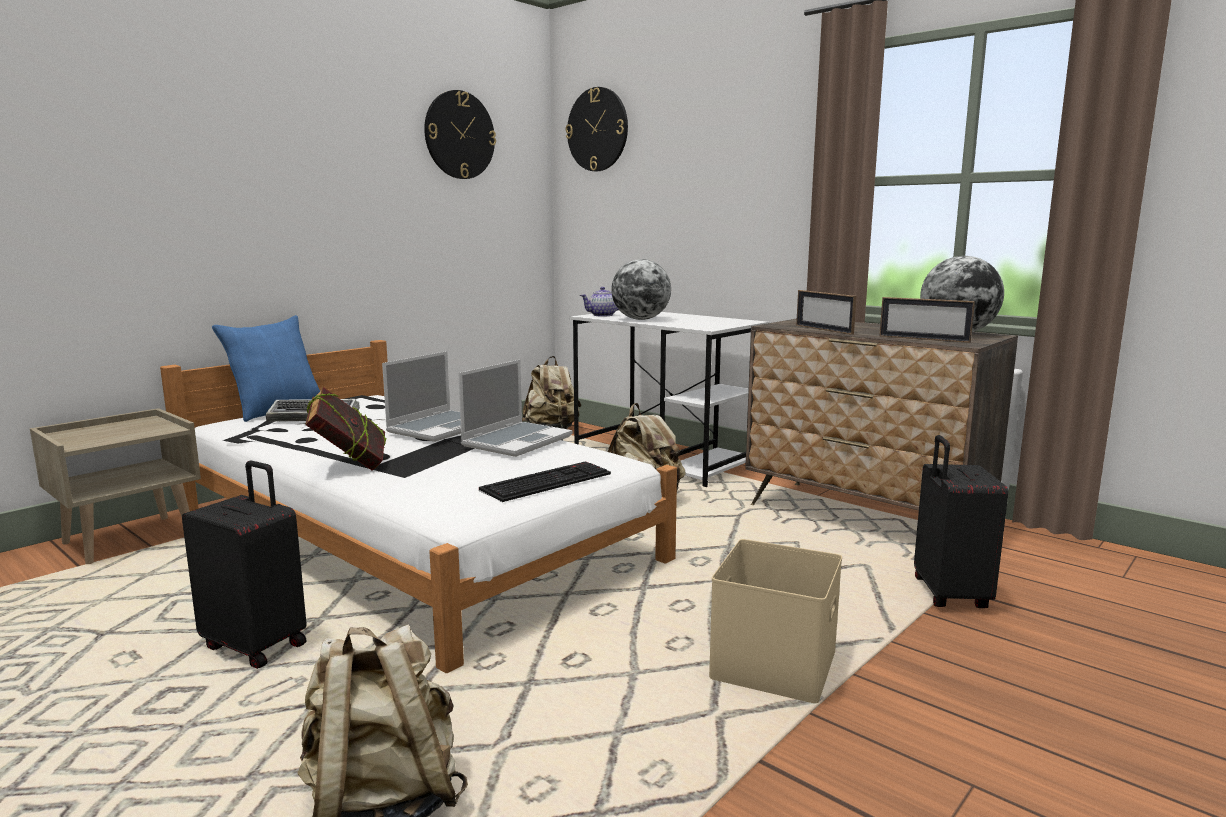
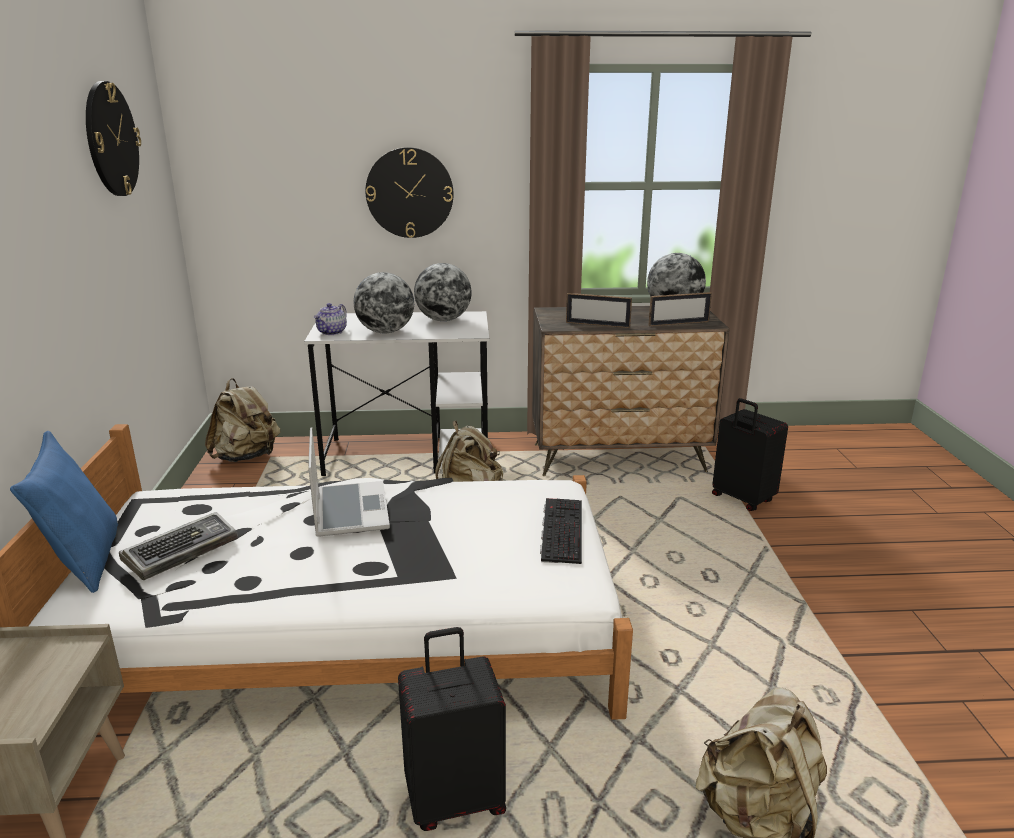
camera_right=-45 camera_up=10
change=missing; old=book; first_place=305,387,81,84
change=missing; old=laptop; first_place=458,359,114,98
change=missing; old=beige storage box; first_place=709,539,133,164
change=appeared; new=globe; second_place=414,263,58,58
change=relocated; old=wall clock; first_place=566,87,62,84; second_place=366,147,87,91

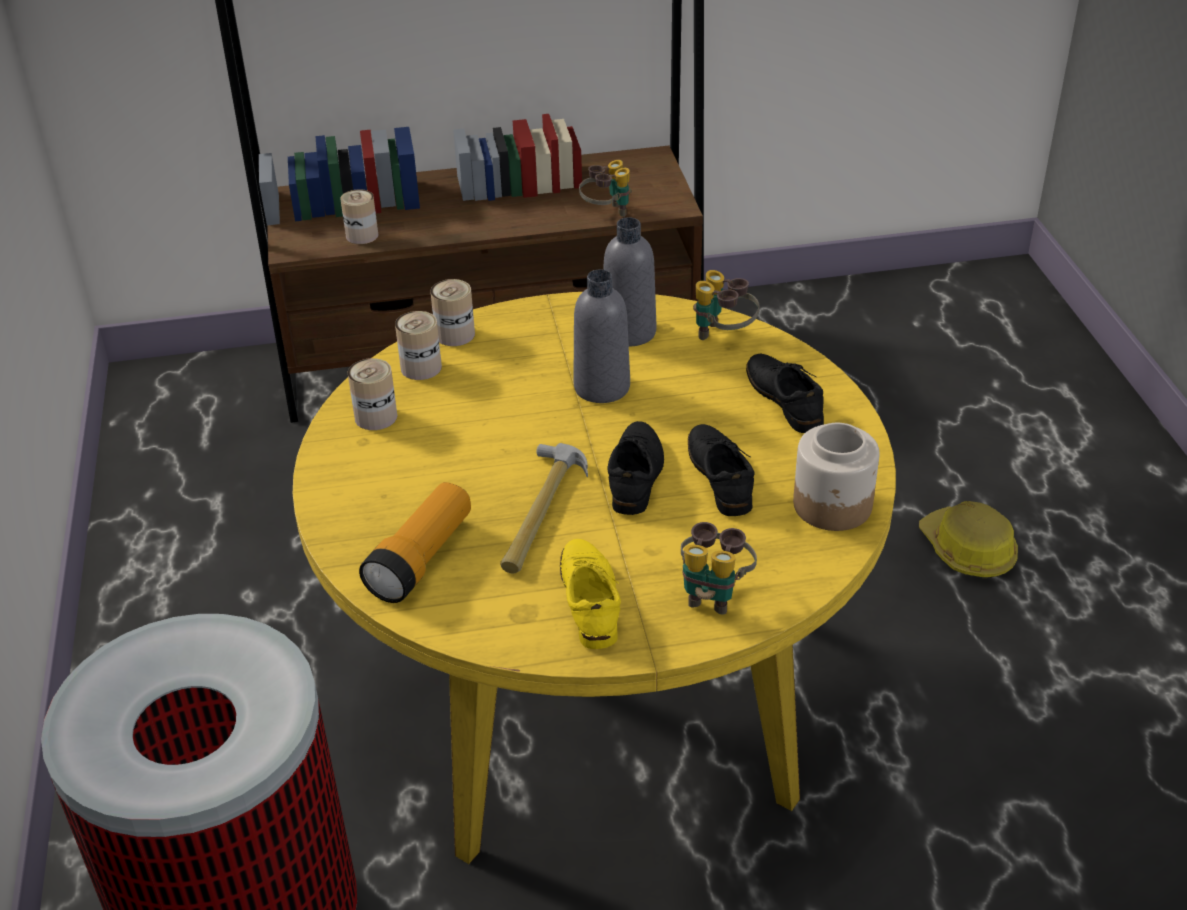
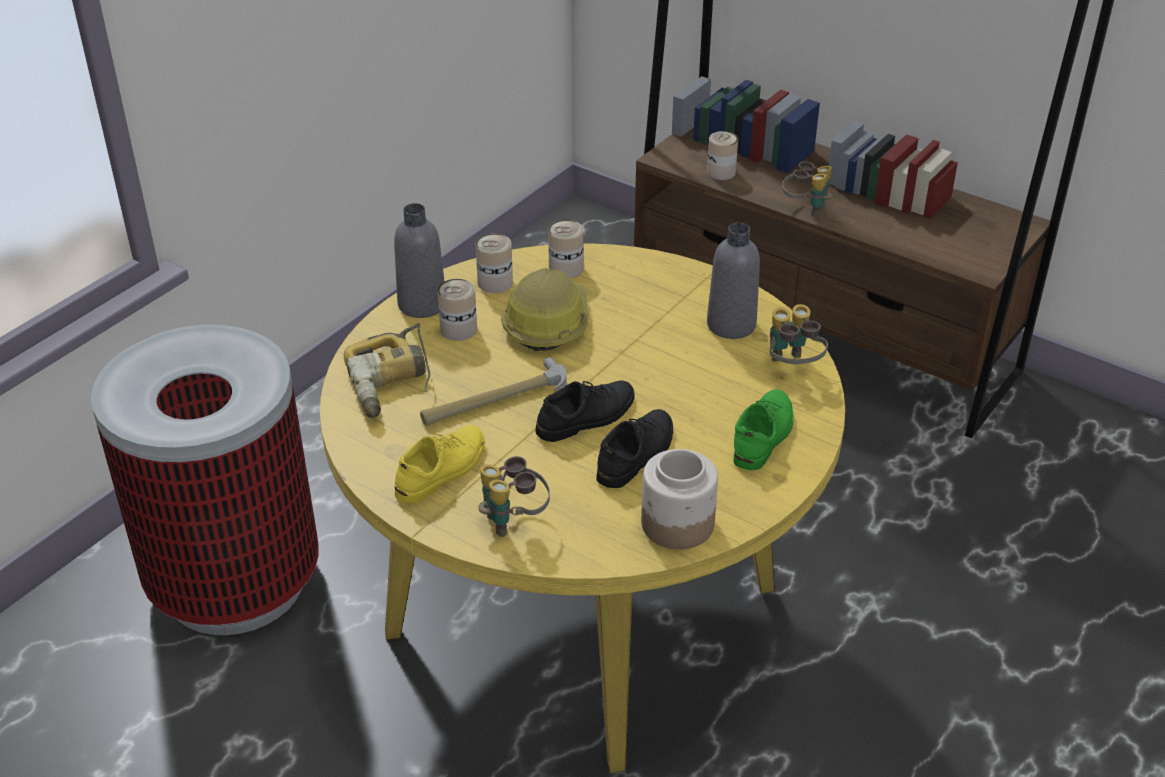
camera_right=45 camera_up=0
change=relocated; old=can; first_place=430,279,45,67; second_place=437,279,40,62
change=relocated; old=grey bottle; first_place=573,269,57,134; second_place=394,203,50,115
change=relocated; old=binoculars; first_place=579,160,53,57; second_place=782,161,50,57
change=relocated; old=hard hat; first_place=919,501,99,77; second_place=501,268,88,83
change=exchanged; old=flashlight; new=power drill; first_place=359,482,112,121; second_place=344,323,86,95
change=colour; old=black shoe; new=green shoe; first_place=746,354,78,79; second_place=733,389,60,81

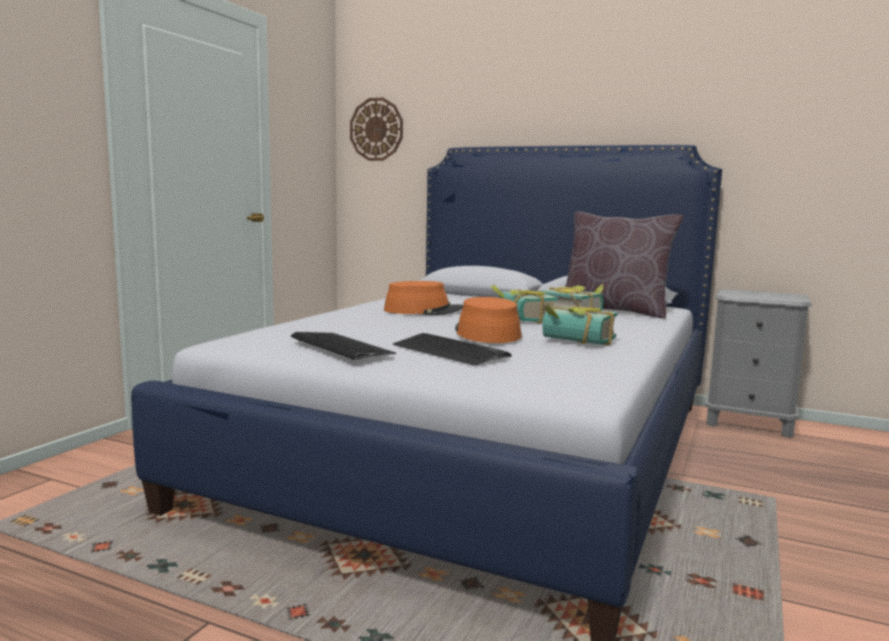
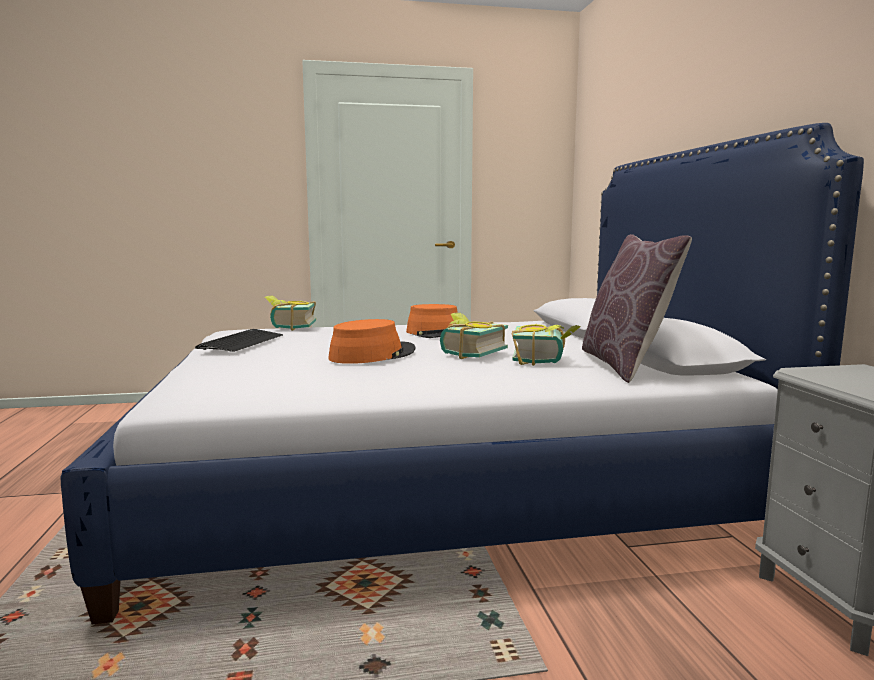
camera_right=55 camera_up=0
change=missing; old=wall clock; first_place=350,98,53,63
change=missing; old=keyboard; first_place=393,333,119,33
change=relocated; old=book; first_place=542,304,76,41; second_place=265,295,51,36

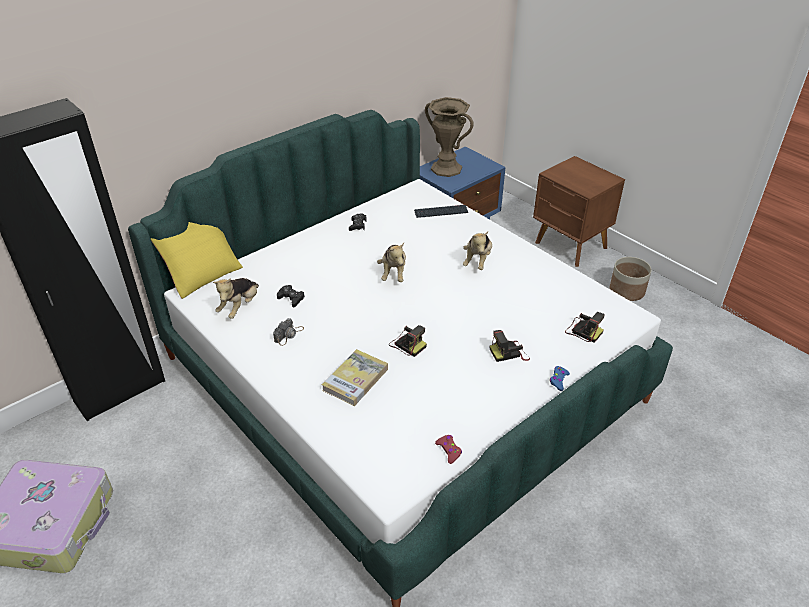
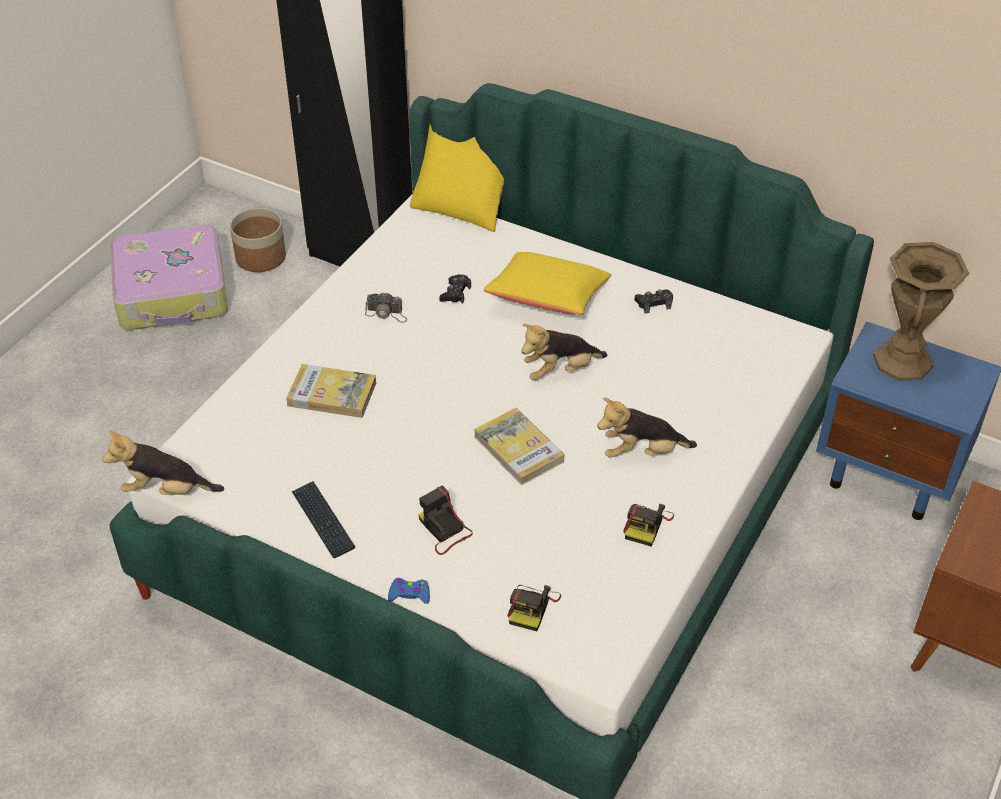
camera_right=70 camera_up=5
change=missing; old=red game controller; first_place=435,435,27,29
change=appeared; new=book; second_place=474,408,90,77
change=appeared; new=yellow pillow; second_place=484,252,127,63
change=relocated; old=plush toy; first_place=213,278,46,41; second_place=103,431,121,64
change=relocated; old=photo camera; first_place=389,325,38,32; second_place=623,504,51,42
change=relocated; old=keyboard; first_place=414,205,54,13; second_place=292,481,63,77
change=relocated; old=planter; first_place=610,257,42,44; second_place=230,208,56,64

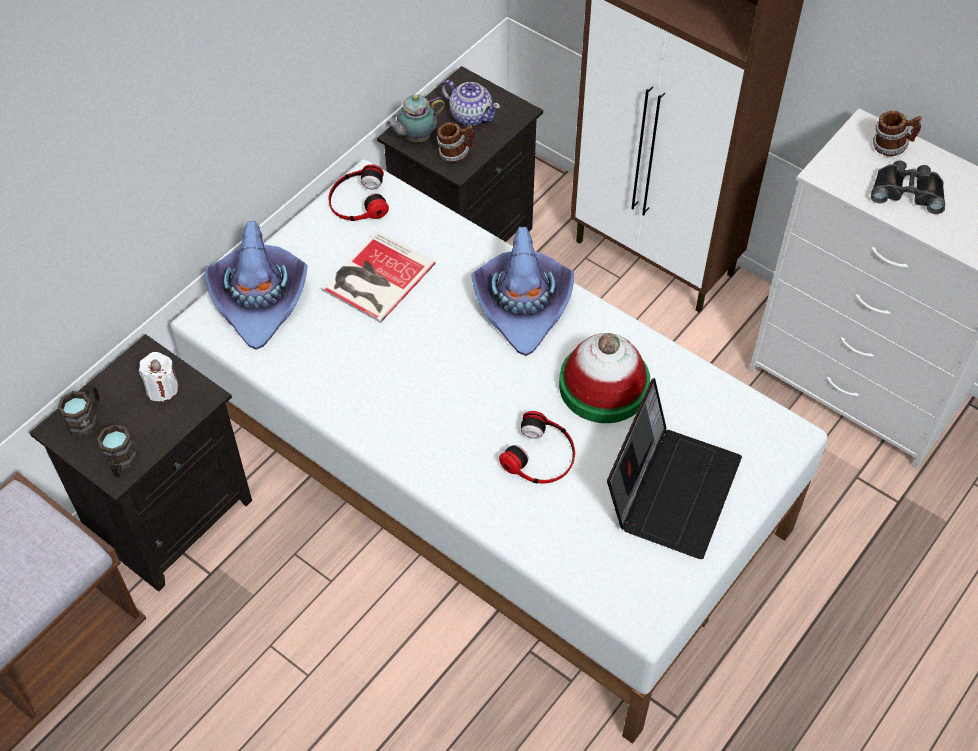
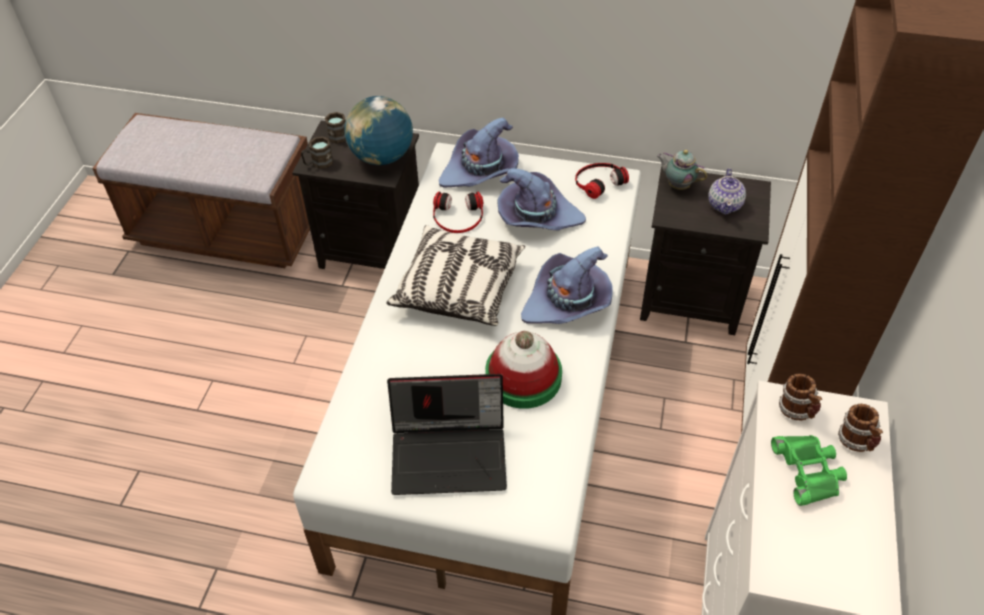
camera_right=65 camera_up=-5
change=appeared; new=pillow; second_place=386,225,139,101
change=relocated; old=mug; first_place=436,122,39,41; second_place=779,374,43,46
change=relocated; old=headphones; first_place=499,411,76,72; second_place=433,192,51,41
change=exchanged; old=white candle; new=globe; first_place=138,352,41,50; second_place=344,96,69,69
change=exchanged; old=book; new=purple hat; first_place=321,231,115,92; second_place=497,169,89,62
change=colour; old=black binoculars; new=green binoculars; first_place=871,160,74,54; second_place=771,435,76,71

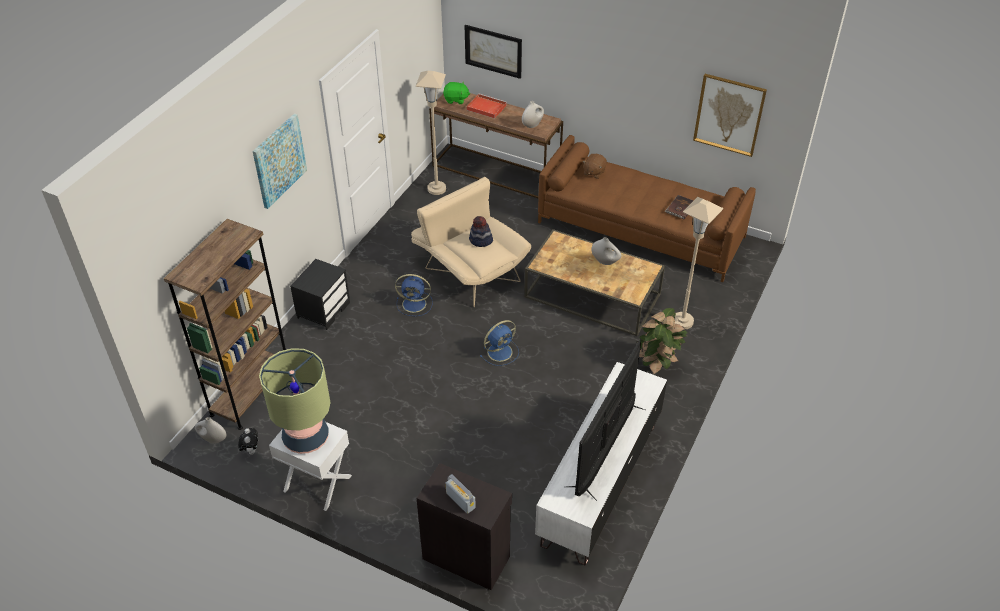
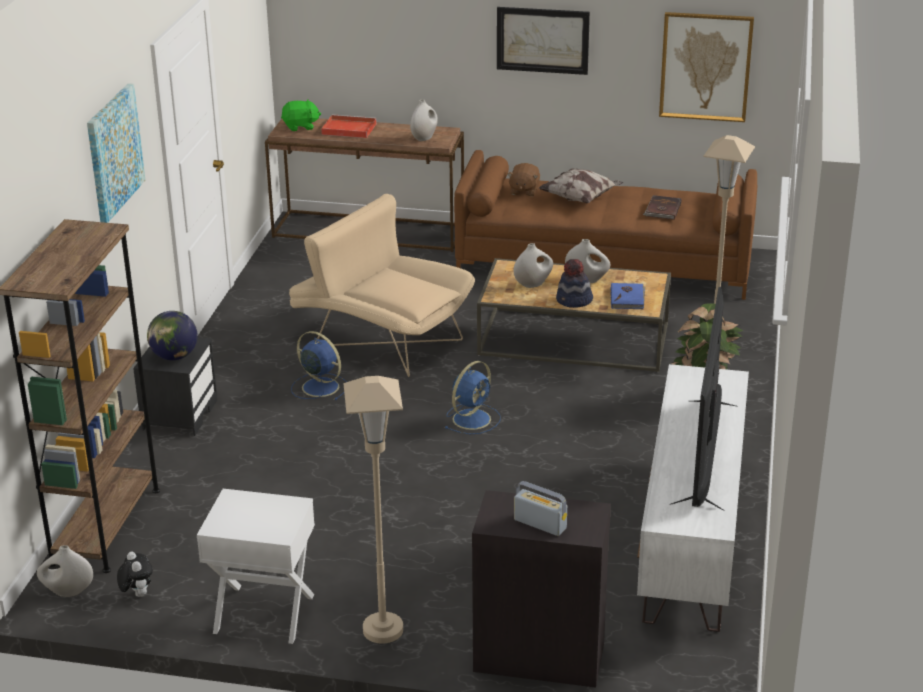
camera_right=-15 camera_up=-15
change=missing; old=table lamp; first_place=259,348,72,106
change=appeared; new=globe; second_place=147,311,51,49
change=appeared; new=white vase; second_place=514,243,39,45
change=appeared; new=pillow; second_place=539,168,84,36
change=appeared; new=blue book; second_place=611,283,34,26
change=relocated; old=beige floor lamp; first_place=416,71,30,124; second_place=344,376,59,268
change=relocated; old=picture; first_place=465,25,57,54; second_place=497,7,93,68
change=relocated; old=hat; first_place=469,216,24,31; second_place=556,259,37,49
change=spun; old=blue fan; first_place=395,274,38,42; second_place=291,331,56,69; degrees=-135

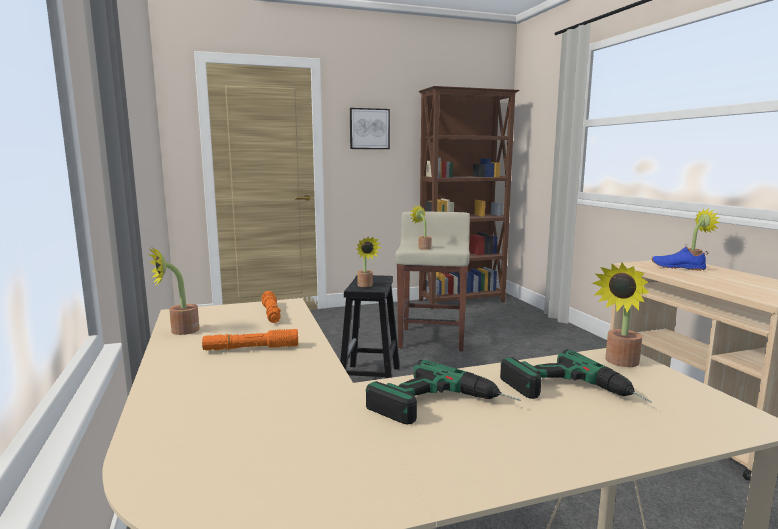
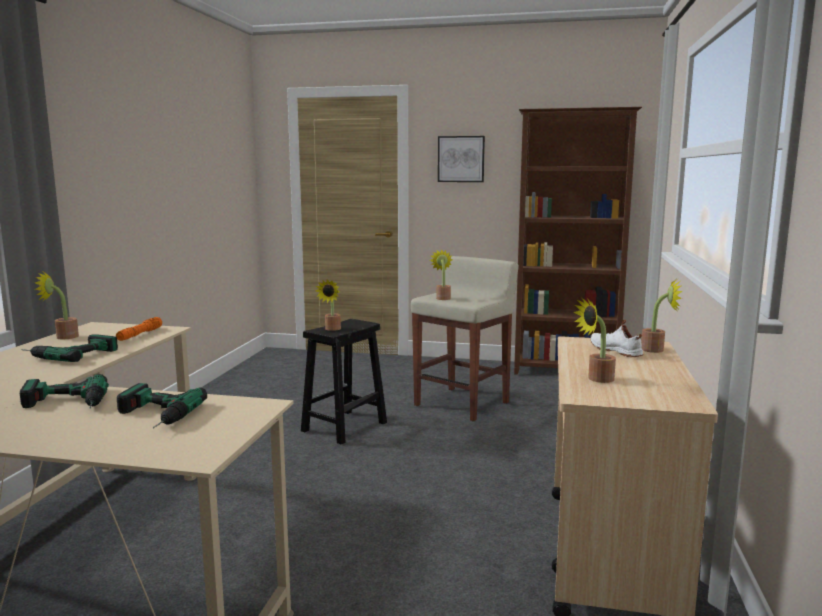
camera_right=30 camera_up=0
change=relocated; old=potted plant; first_place=592,263,57,104; second_place=574,297,42,86
change=exchanged; old=orange flashlight; new=power drill; first_place=202,329,96,21; second_place=21,334,97,28
change=colour; old=blue shoe; new=white shoe; first_place=652,242,56,29; second_place=590,320,53,37

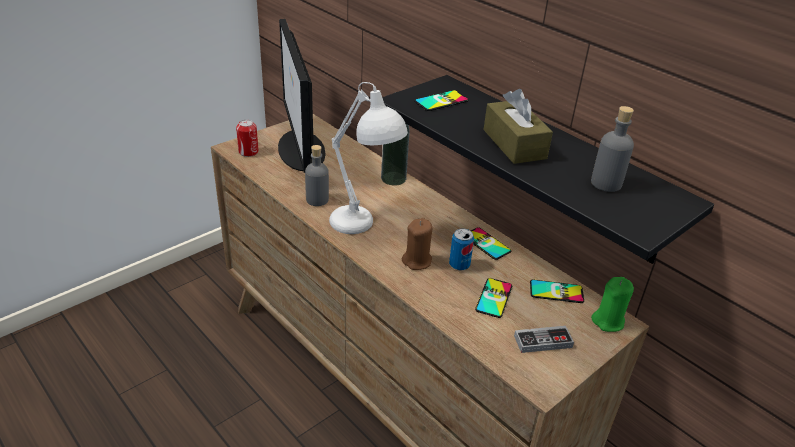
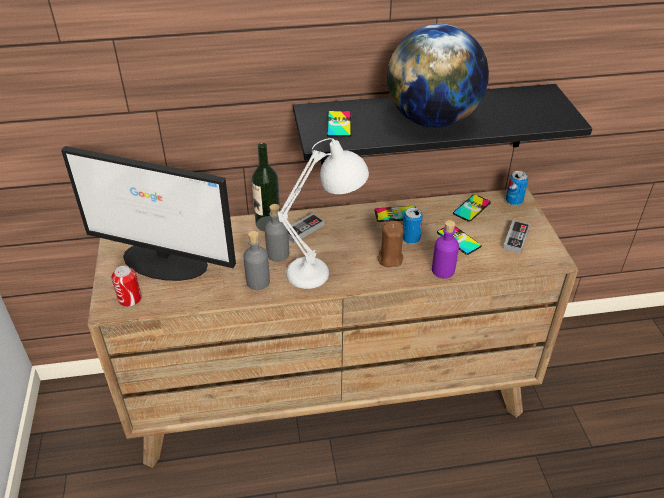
camera_right=-55 camera_up=5
change=appeared; new=game controller; second_place=288,213,36,30
change=appeared; new=purple bottle; second_place=432,220,27,59
change=relocated; old=grey bottle; first_place=591,106,43,86; second_place=265,204,24,58
change=exchanged; old=brown tissue box; new=globe; first_place=483,89,70,75; second_place=387,24,102,104
change=exchanged; old=green candle; new=can; first_place=591,277,43,55; second_place=506,171,22,35

